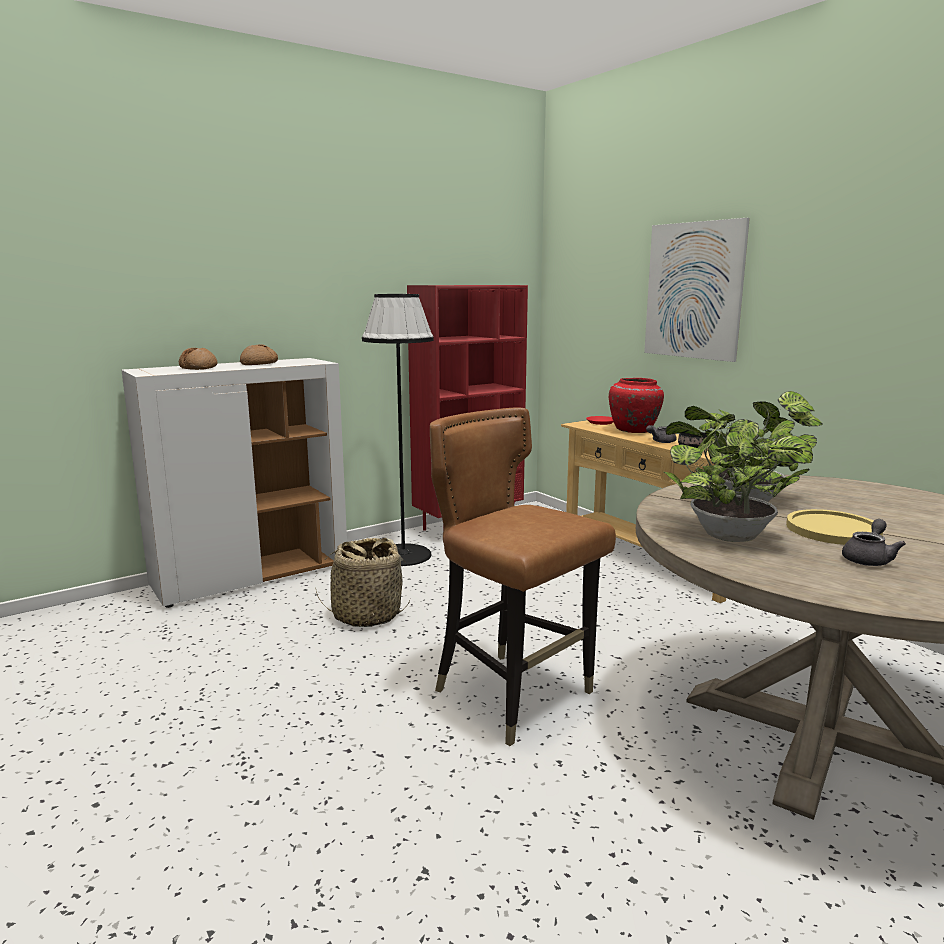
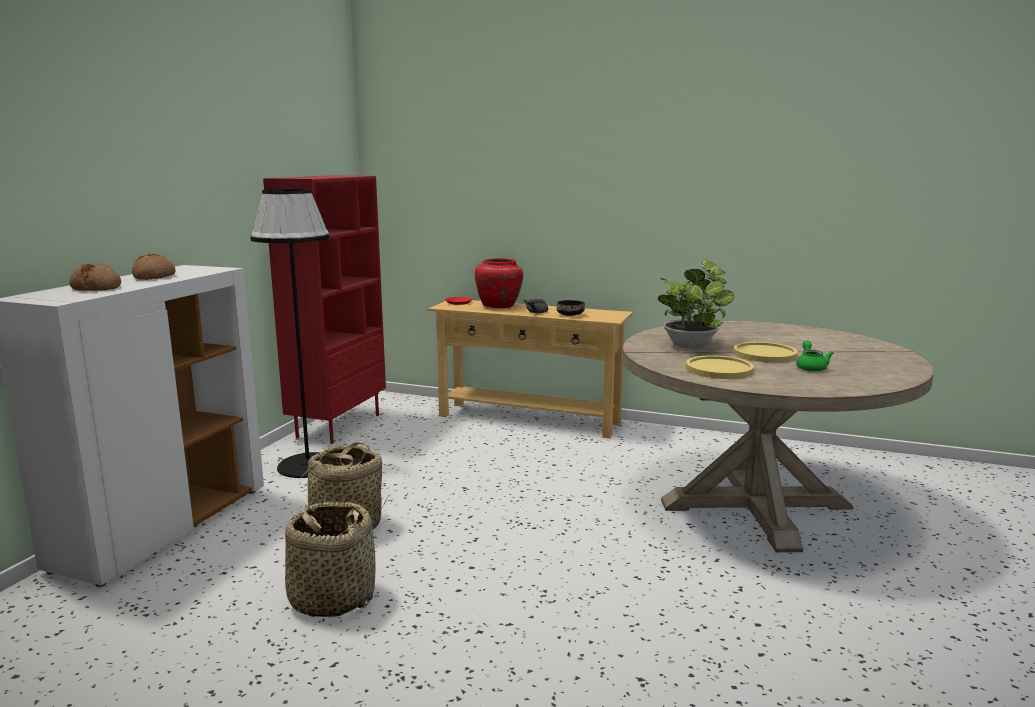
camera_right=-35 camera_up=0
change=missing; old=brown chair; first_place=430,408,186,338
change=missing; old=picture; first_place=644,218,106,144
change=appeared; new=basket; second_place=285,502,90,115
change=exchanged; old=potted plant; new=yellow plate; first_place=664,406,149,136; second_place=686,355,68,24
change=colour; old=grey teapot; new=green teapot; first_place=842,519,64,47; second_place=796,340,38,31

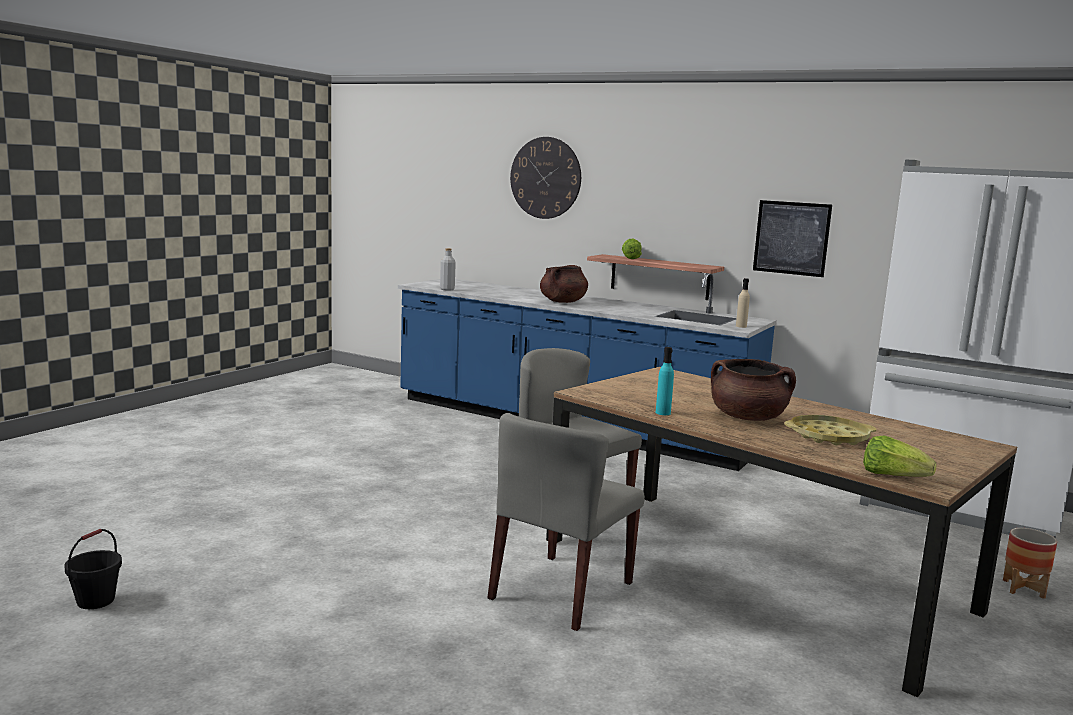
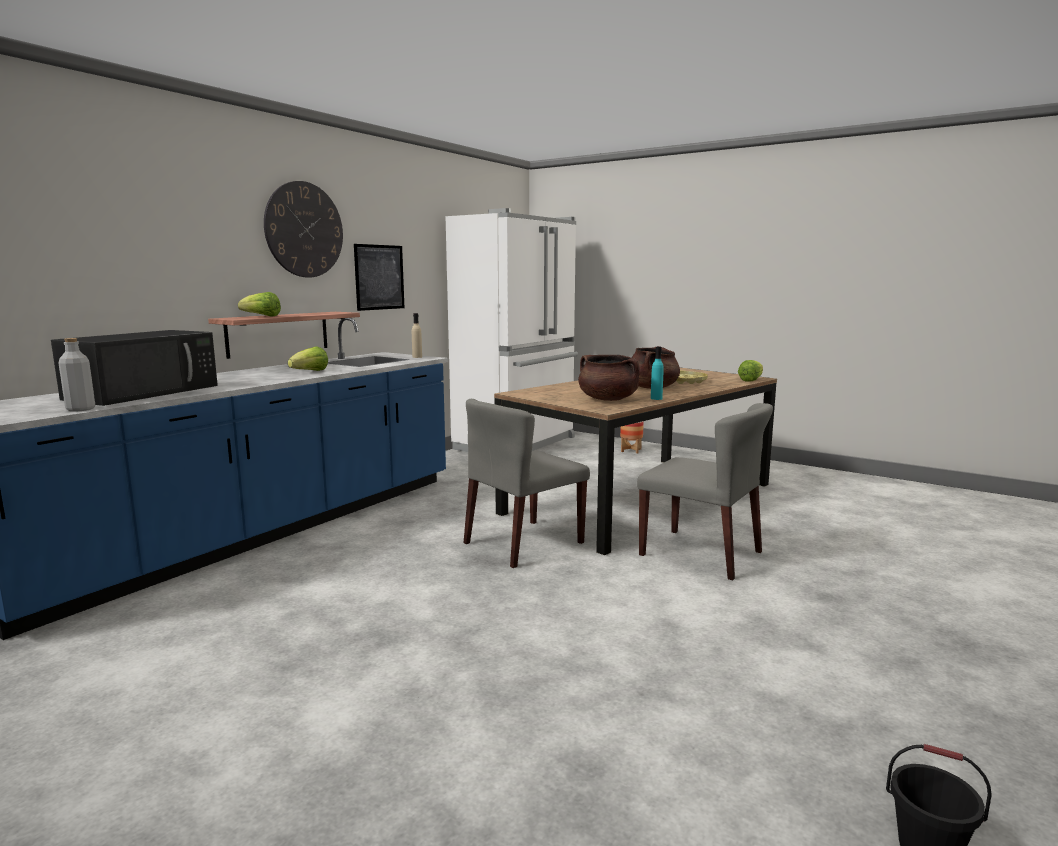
camera_right=-85 camera_up=0
change=appeared; new=black microwave; second_place=51,330,167,76
change=appeared; new=lettuce; second_place=288,346,40,25
change=relocated; old=wall clock; first_place=510,137,71,82; second_place=264,181,79,96
change=relocated; old=brown cooking pot; first_place=540,265,48,38; second_place=578,355,62,46

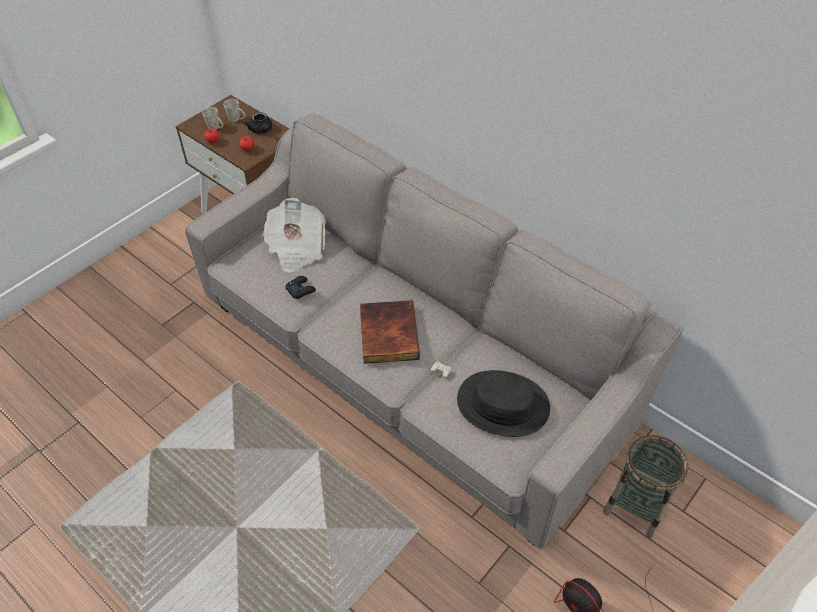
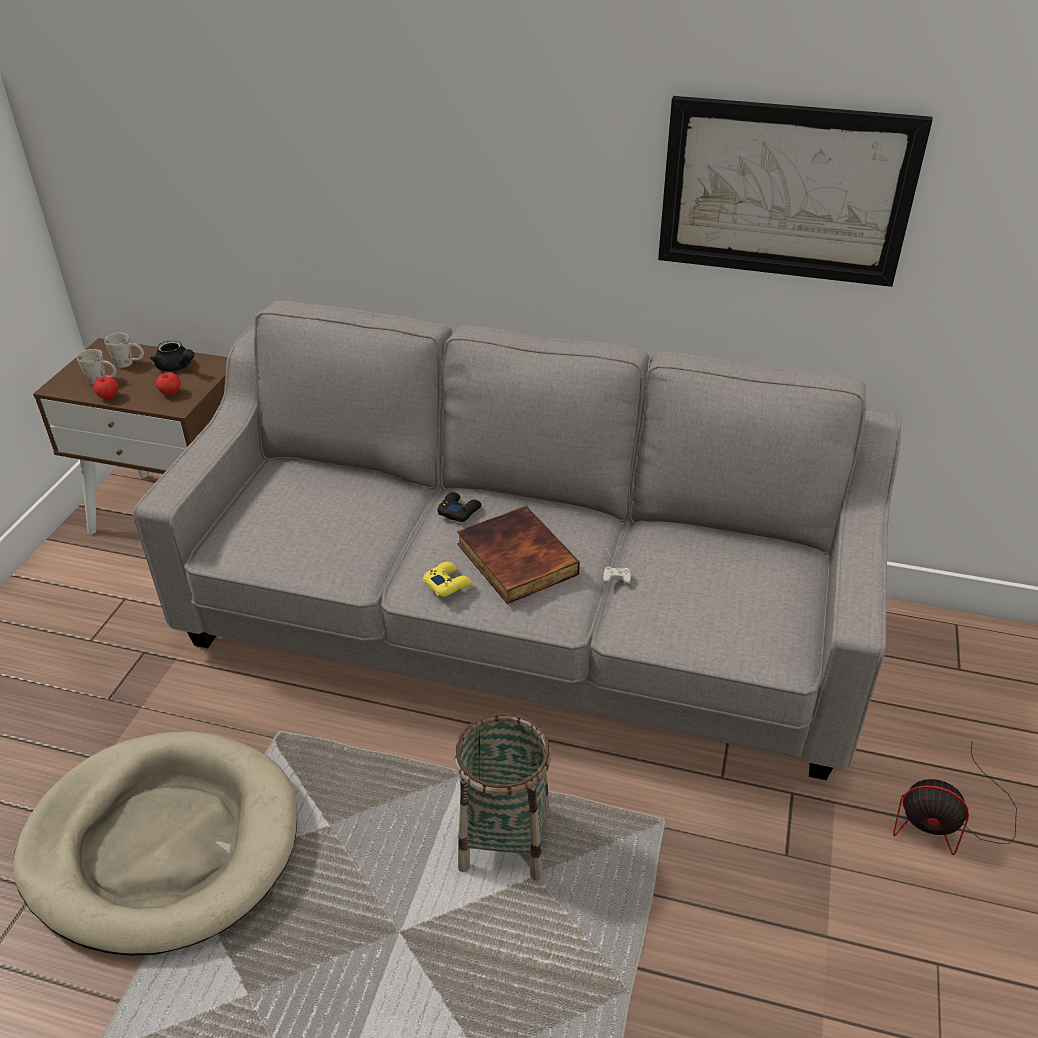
camera_right=-25 camera_up=-10
change=missing; old=newspaper; first_place=262,198,64,75
change=missing; old=black hat; first_place=457,370,93,67
change=appeared; new=beige dog bed; second_place=13,731,284,225
change=appeared; new=yellow game controller; second_place=423,562,50,35
change=appeared; new=picture; second_place=658,96,275,191
change=relocated; old=black game controller; first_place=285,276,31,23; second_place=437,492,44,30
change=relocated; old=basket; first_place=603,435,86,103; second_place=454,713,97,167

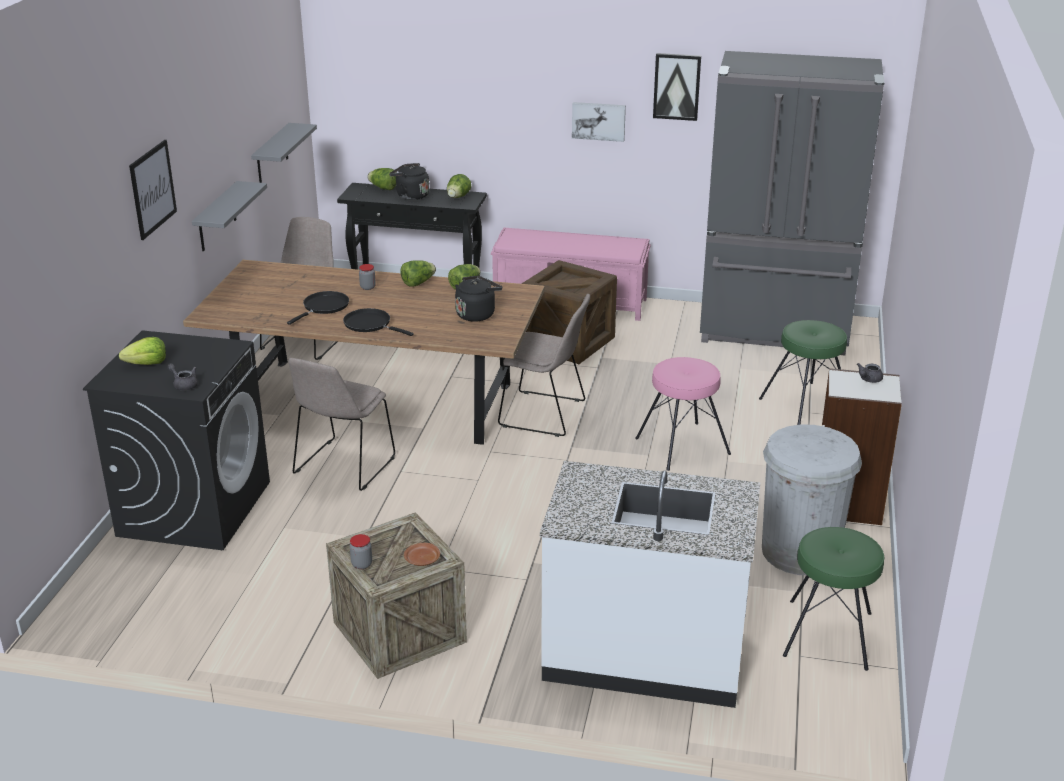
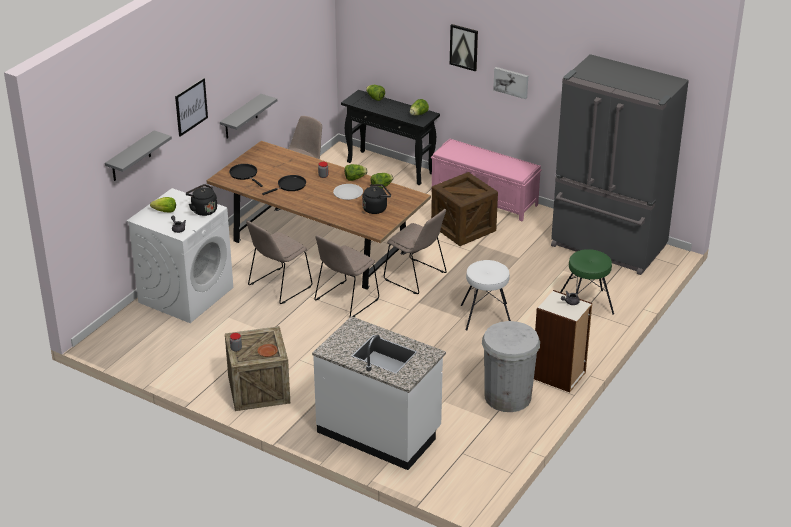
camera_right=20 camera_up=5
change=missing; old=green stool; first_place=783,527,102,144
change=appeared; new=beige chair; second_place=314,235,65,82
change=appeared; new=white plate; second_place=333,184,30,16
change=relocated; old=grey shelf; first_place=251,123,66,60; second_place=105,130,67,51
change=relocated; old=black frying pan; first_place=343,308,71,28; second_place=229,164,34,23
change=relocated; old=black kettle; first_place=389,163,40,37; second_place=186,184,31,32
change=relocated; old=picture; first_place=653,53,48,68; second_place=450,24,28,47
change=colour; old=black washing machine; new=white washing machine; first_place=83,330,187,220; second_place=127,188,106,135
change=colour; old=pink stool; new=white stool; first_place=635,357,96,114; second_place=461,260,50,70

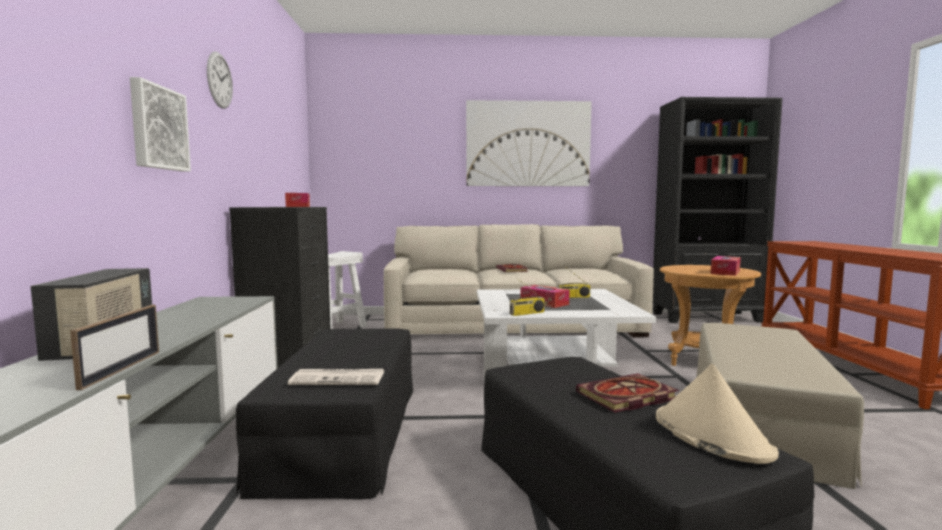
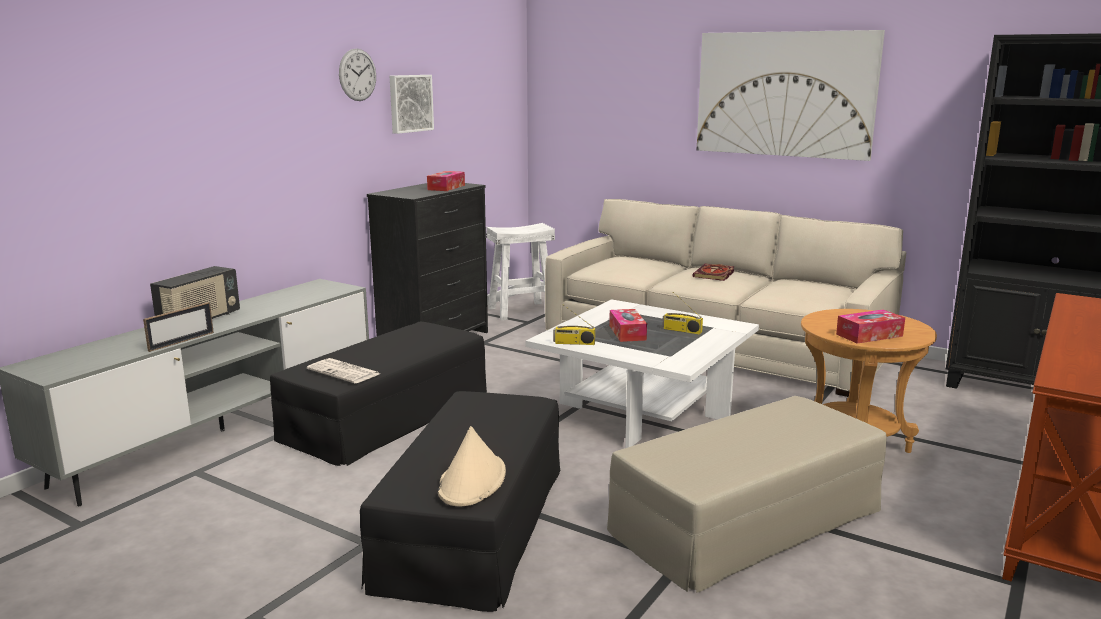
camera_right=35 camera_up=10
change=missing; old=book; first_place=576,373,103,40
change=relocated; old=picture; first_place=130,77,61,94; second_place=390,75,44,59

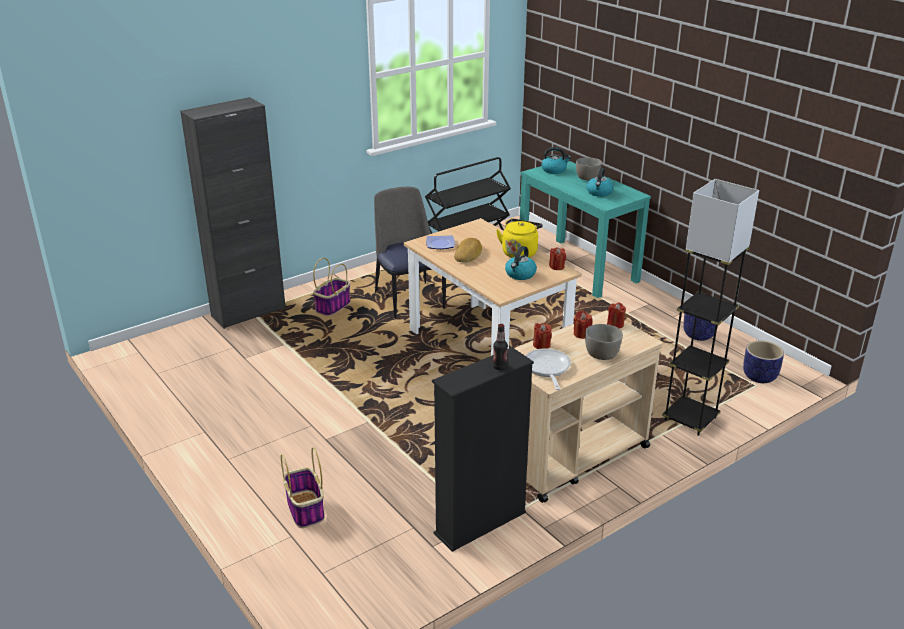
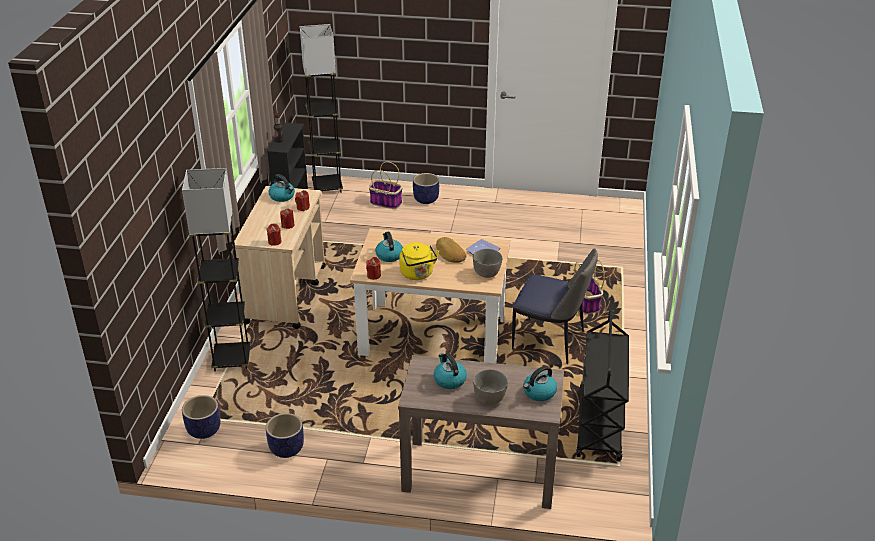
camera_right=135 camera_up=5
change=missing; old=black cabinet; first_place=180,97,106,232
change=appeared; new=grey floor lamp; second_place=299,24,44,169
change=appeared; new=planter; second_place=413,173,26,31
change=relocated; old=grey bowl; first_place=585,324,38,36; second_place=473,249,29,29
change=exchanged; old=frying pan; new=kettle; first_place=525,348,46,42; second_place=269,174,26,28
change=colour; old=turquoise console table; new=brown console table; first_place=520,161,131,137; second_place=398,355,166,154

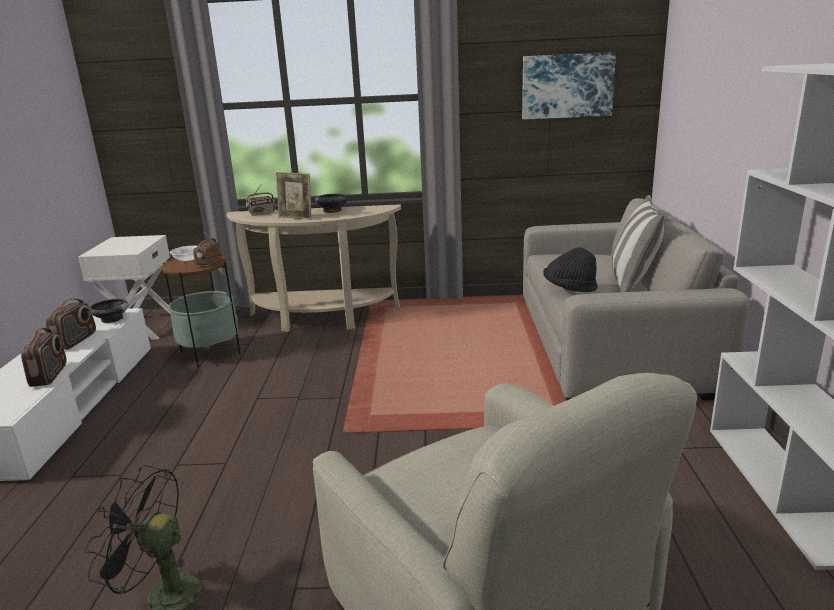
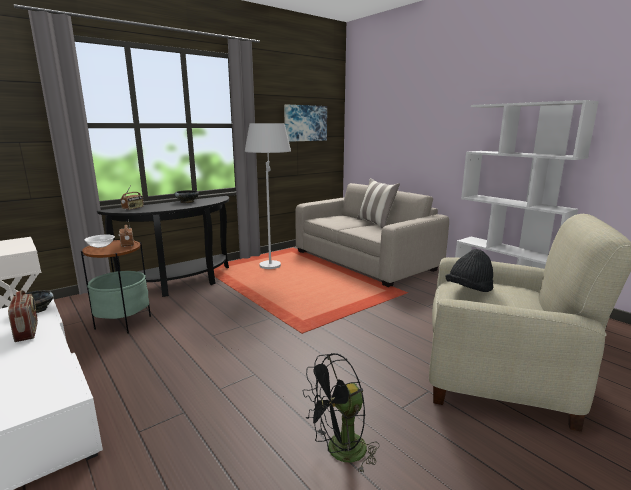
camera_right=-40 camera_up=-5
change=missing; old=radio; first_place=21,328,46,59
change=missing; old=picture frame; first_place=276,172,36,48
change=appeared; new=white floor lamp; second_place=245,123,46,146
change=relocated; old=black hat; first_place=543,247,55,45; second_place=445,249,48,43
change=colour; old=beige console table; new=black console table; first_place=227,204,174,128; second_place=97,196,132,101

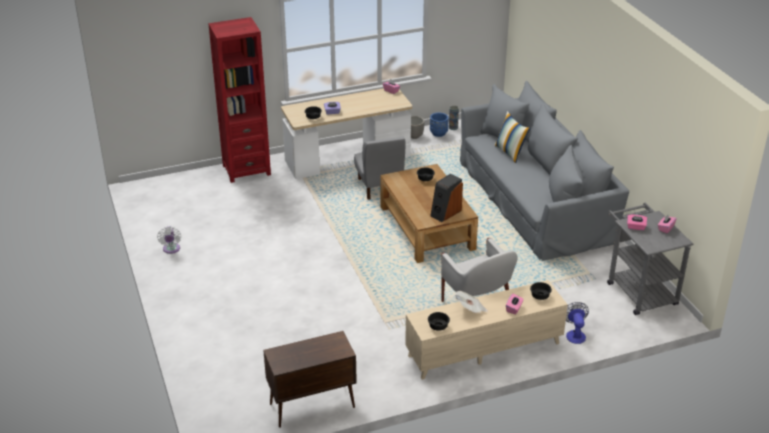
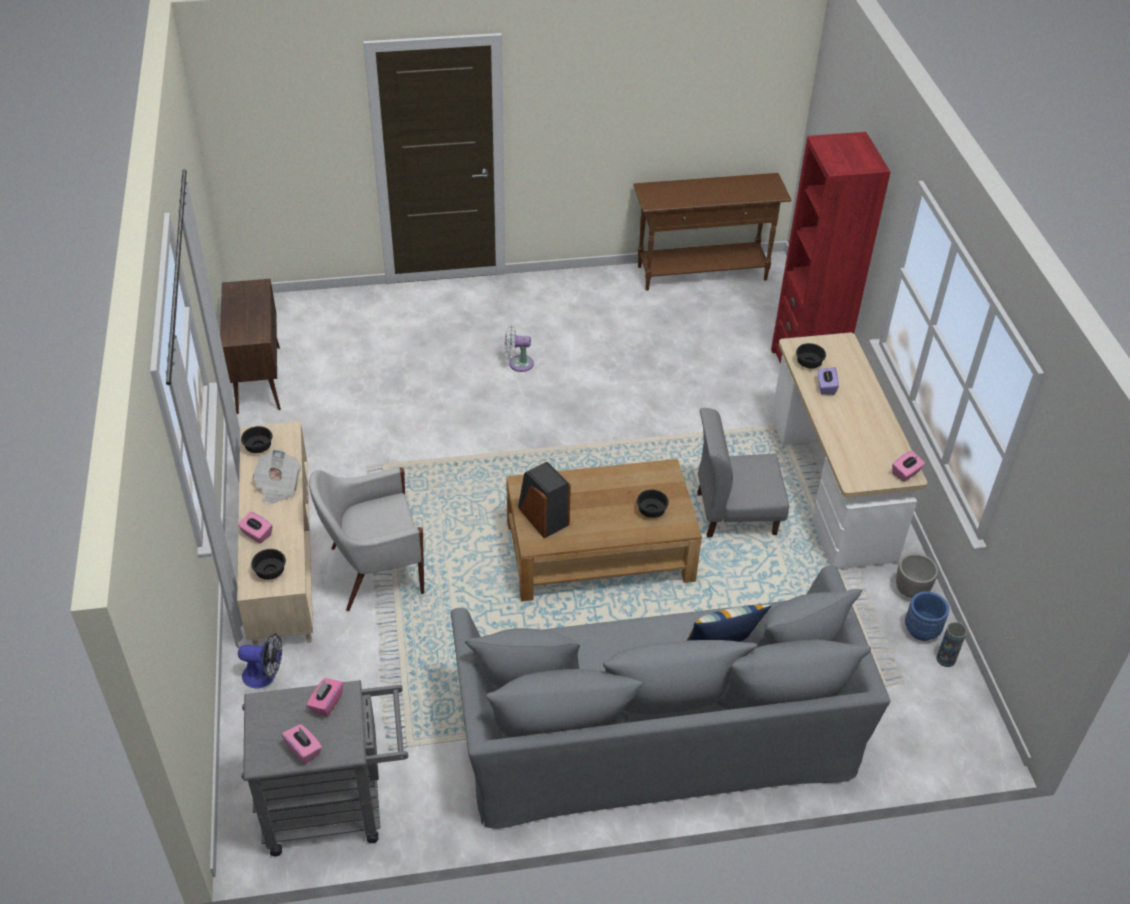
camera_right=100 camera_up=10
change=appeared; new=brown console table; second_place=633,173,159,118
change=relocated; old=white fan; first_place=157,226,24,28; second_place=505,324,29,48

